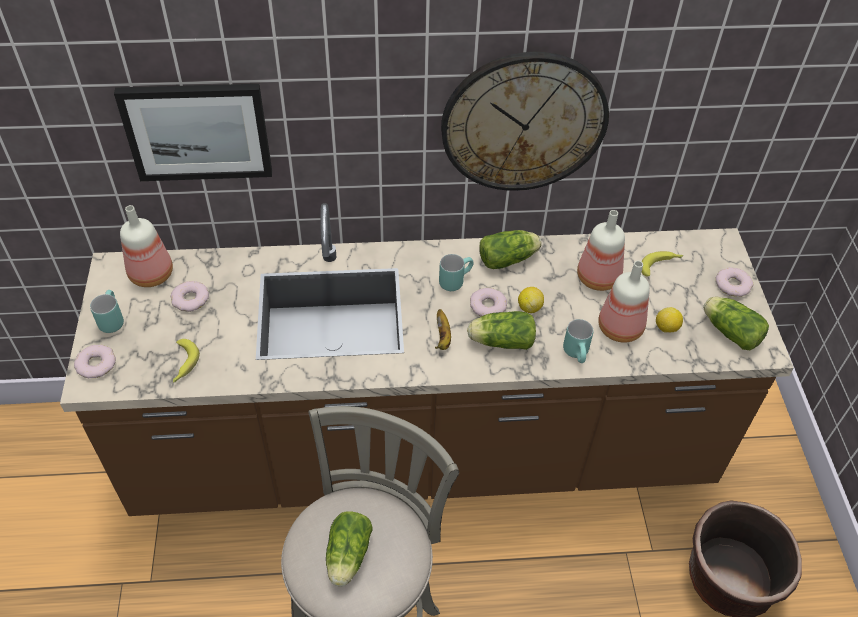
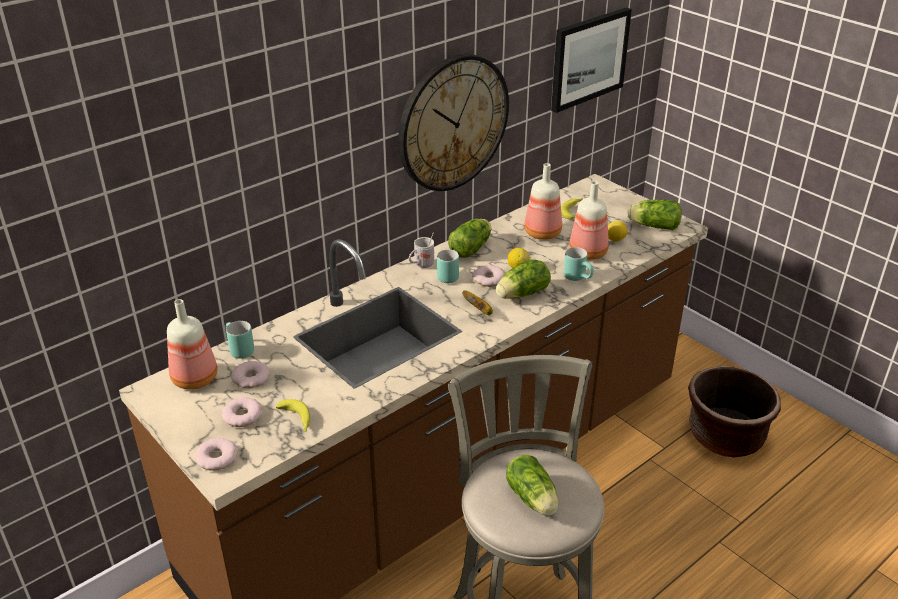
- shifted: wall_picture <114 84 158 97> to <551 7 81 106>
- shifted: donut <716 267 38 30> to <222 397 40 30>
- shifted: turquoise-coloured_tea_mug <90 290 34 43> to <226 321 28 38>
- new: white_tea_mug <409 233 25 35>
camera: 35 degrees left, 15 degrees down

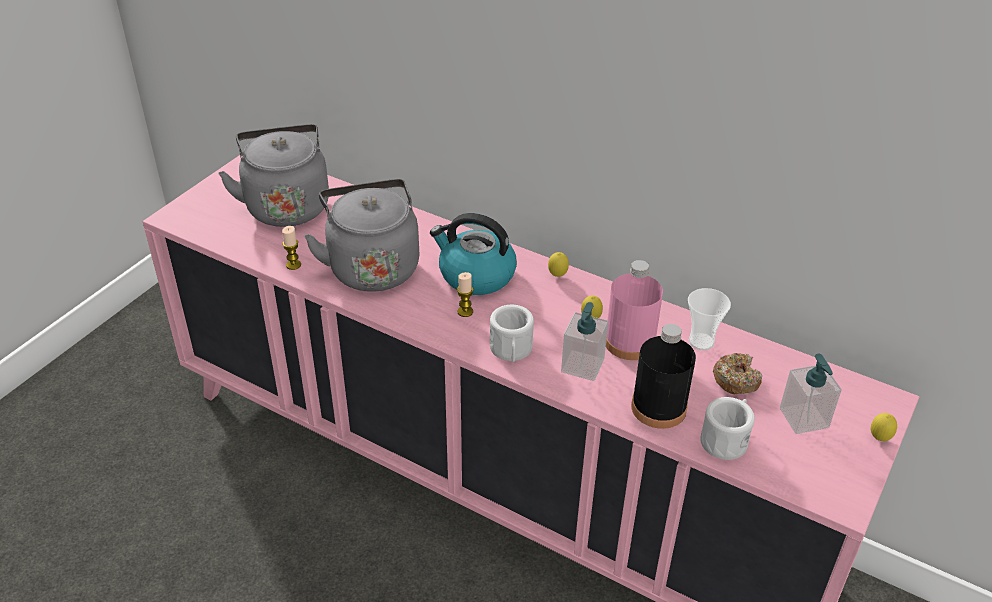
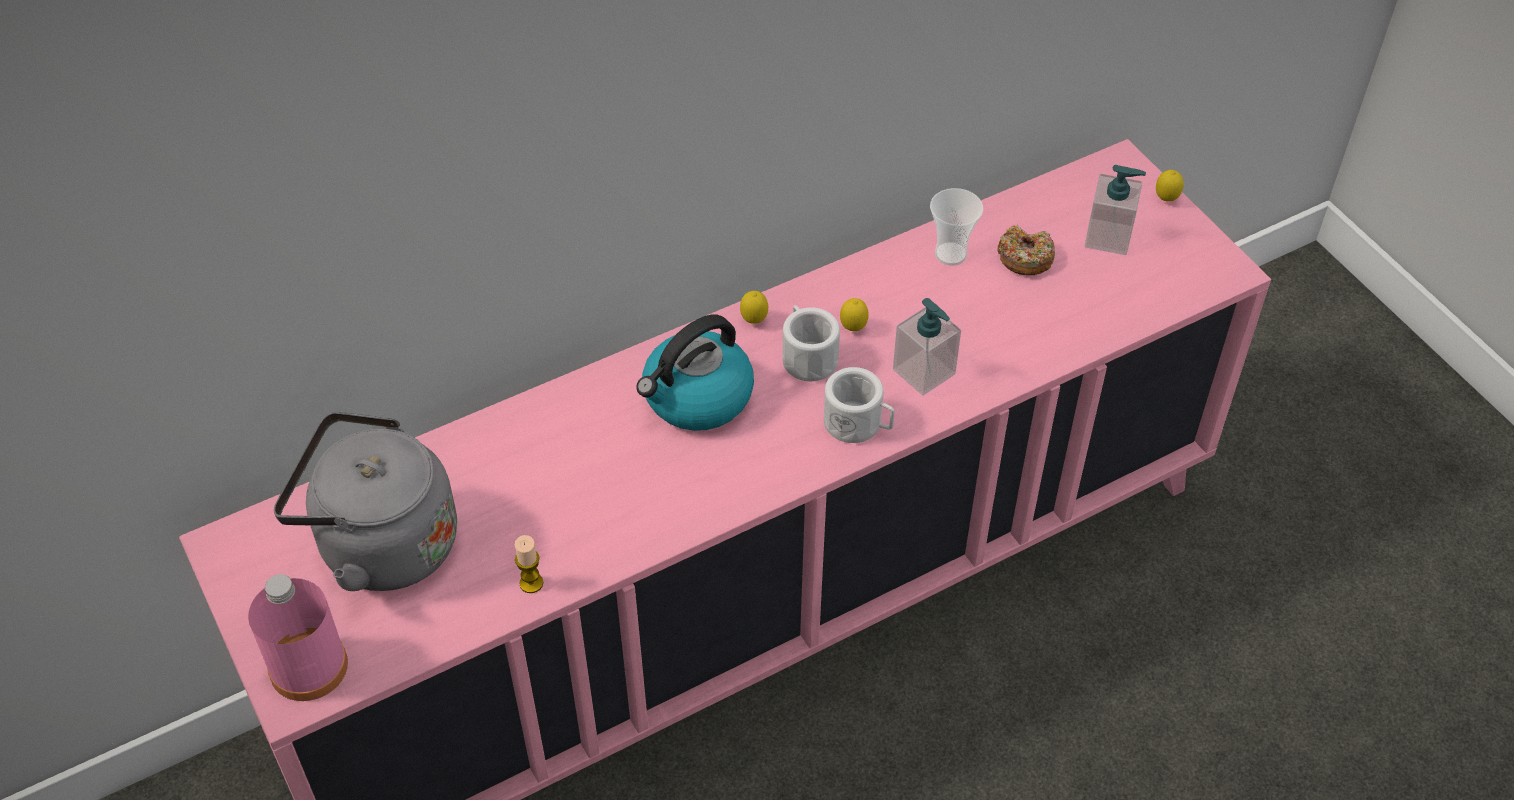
- gone: greyish_tea_kettle <304 179 115 113>
- shifted: pinkish_beverage_bottle <606 260 57 100> to <248 574 100 127>
- gone: wax_candle <457 272 16 45>
- gone: blackish_beverage_bottle <631 324 65 105>
- shifted: white_tea_mug <700 397 55 63> to <782 305 58 76>
camera: 60 degrees left, 10 degrees up

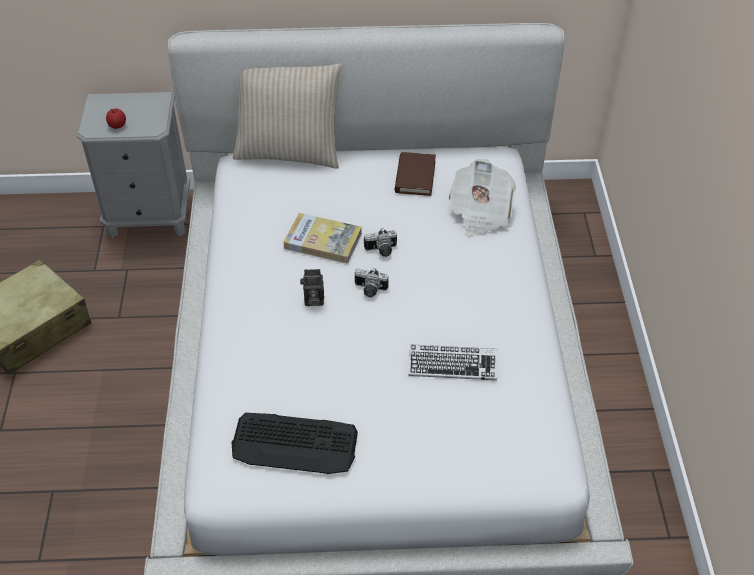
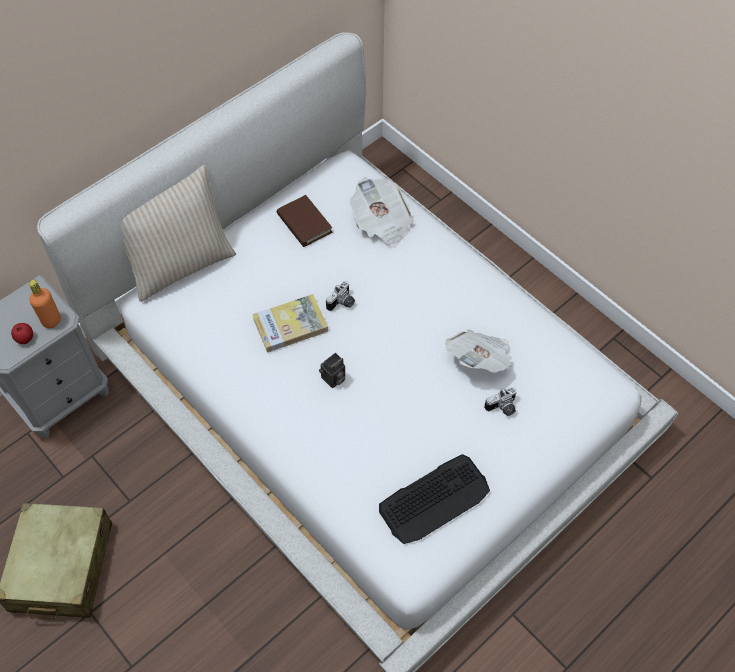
- shifted: still_camera <355 268 34 29> to <484 387 33 29>
- swapped: computer_keyboard <409 344 89 36> to newspaper <445 329 67 44>
- new: orangey_beverage_bottle <29 280 32 48>
camera: 40 degrees left, 10 degrees up

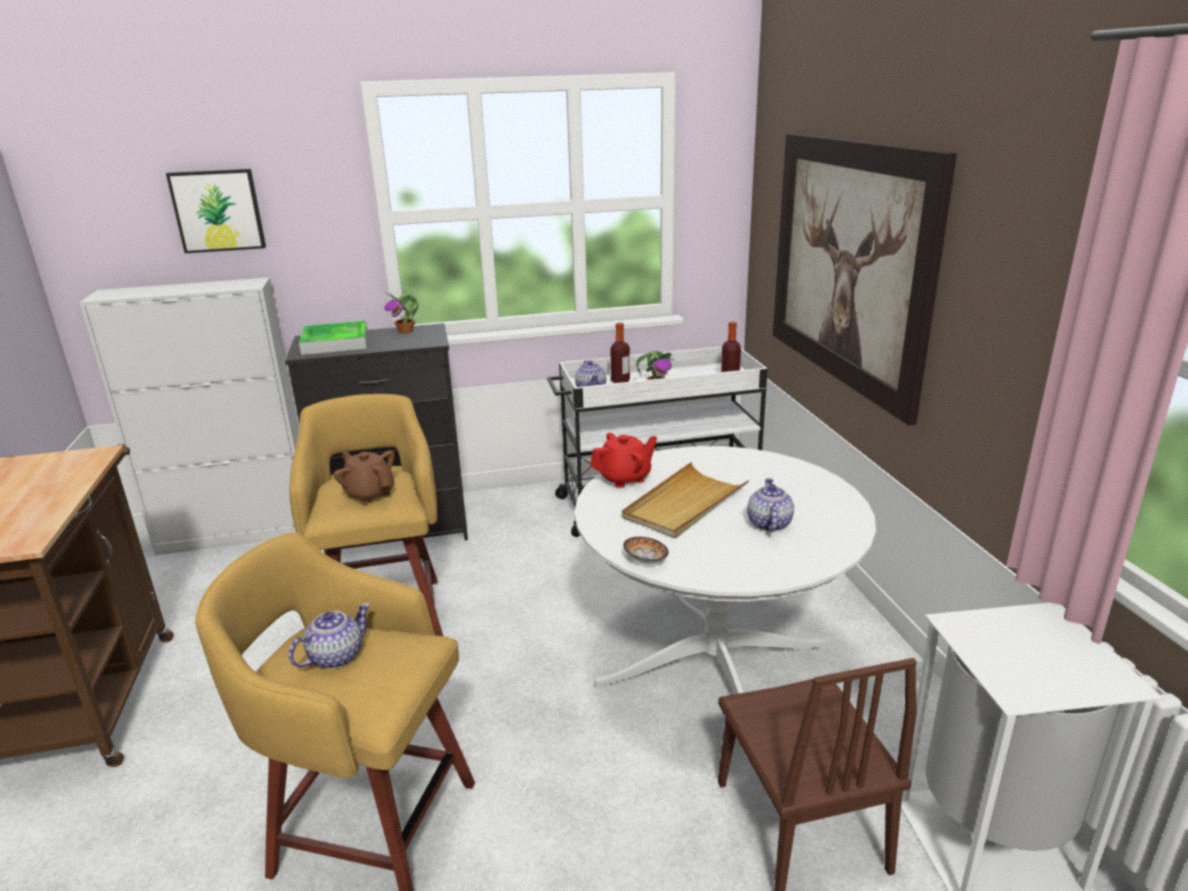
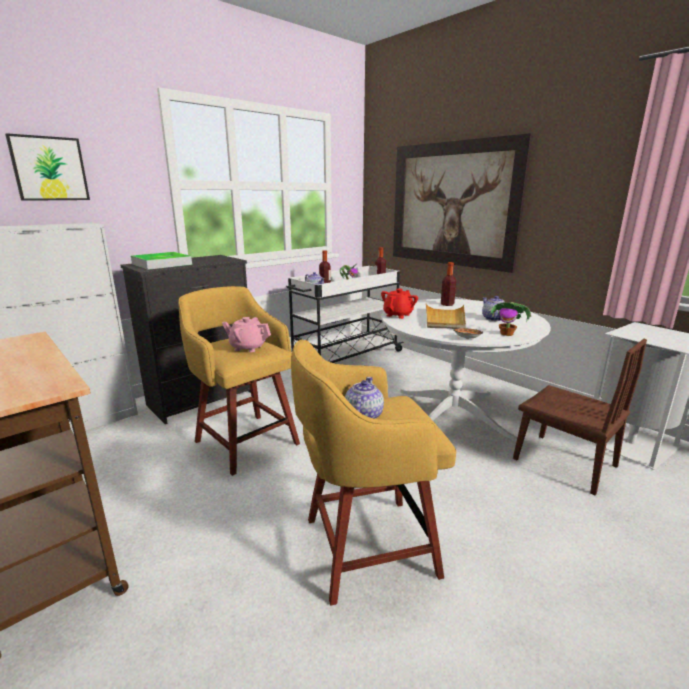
- shifted: houseplant <384 292 34 41> to <488 302 43 34>
- repainted: brown_teapot <334 450 61 54> to pinkish_teapot <222 317 49 35>
- new: beverage_bottle <441 262 15 44>
camera: 30 degrees left, 5 degrees down

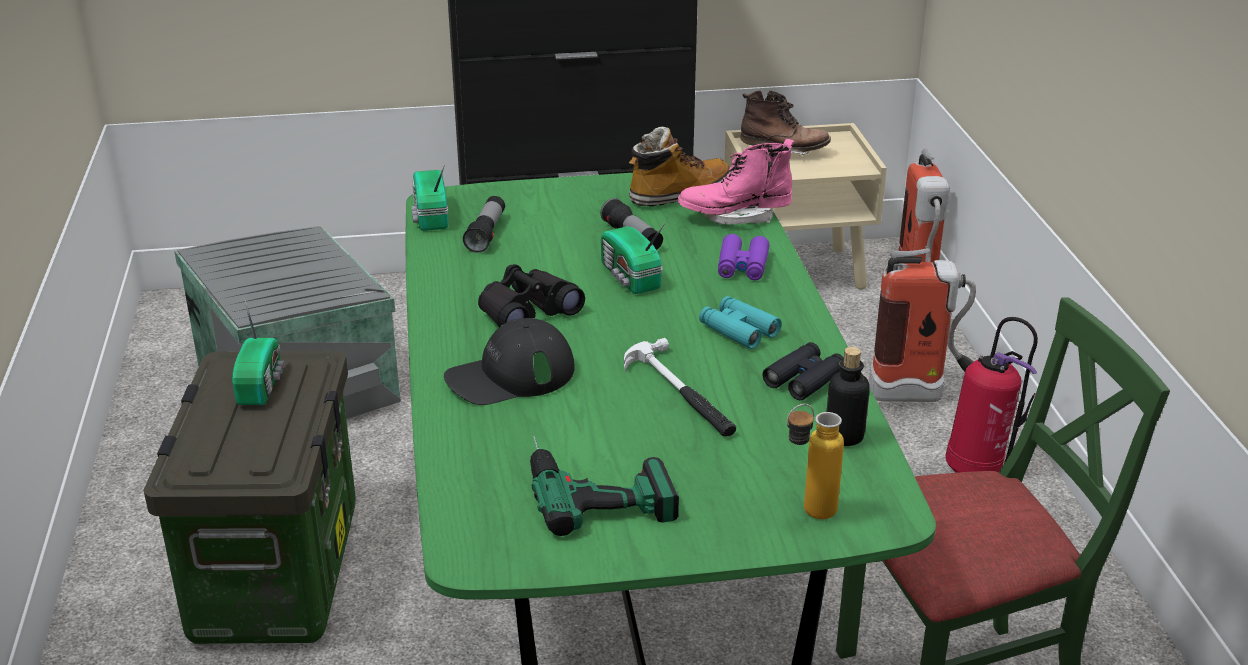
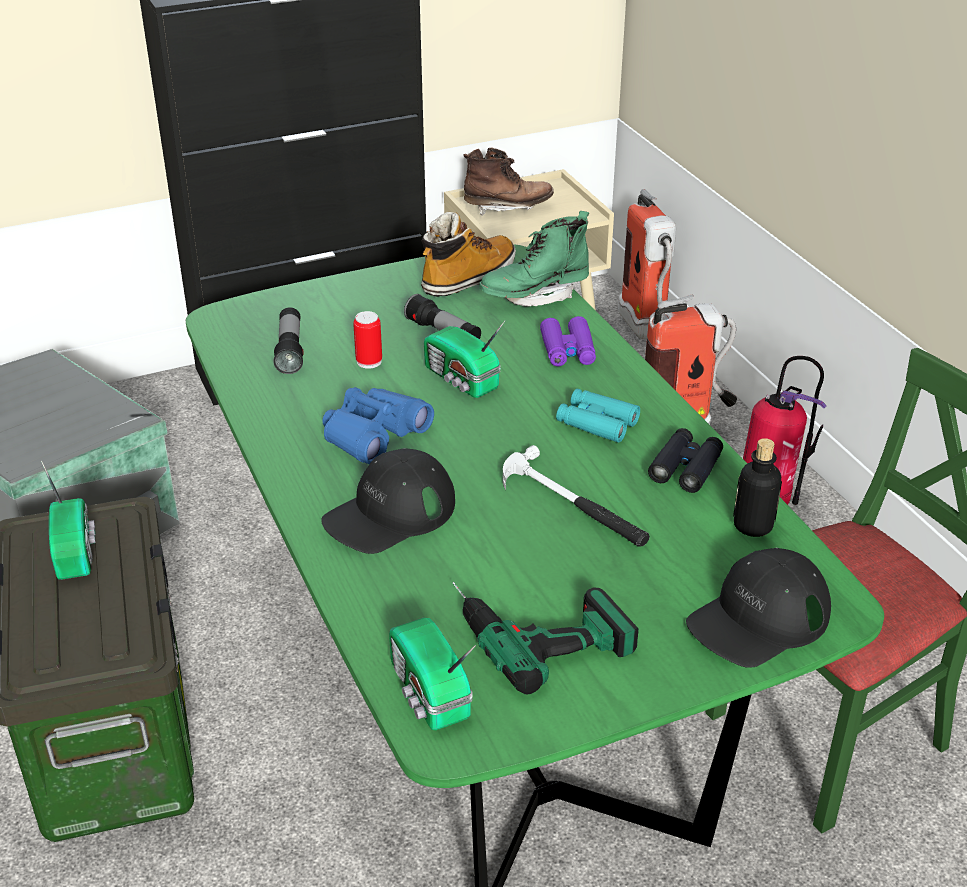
- repainted: pinkish_boot <678 139 117 86> to green-coloured_boot <479 211 110 96>
- shifted: radio_set <411 165 38 66> to <389 618 87 112>
- repainted: blackish_pair_of_binoculars <478 264 107 63> to bluish_pair_of_binoculars <322 387 112 77>
- swapped: beverage_bottle <787 404 57 115> to blackish_baseball_cap <686 548 145 120>
- new: sealed_can <353 311 29 58>
camera: 15 degrees left, 5 degrees up

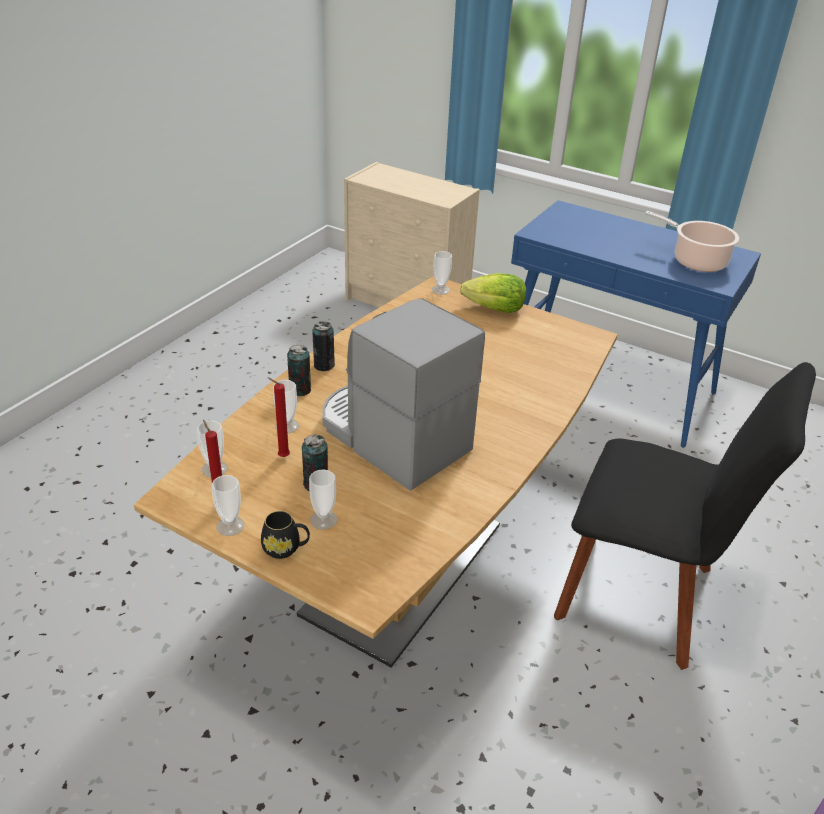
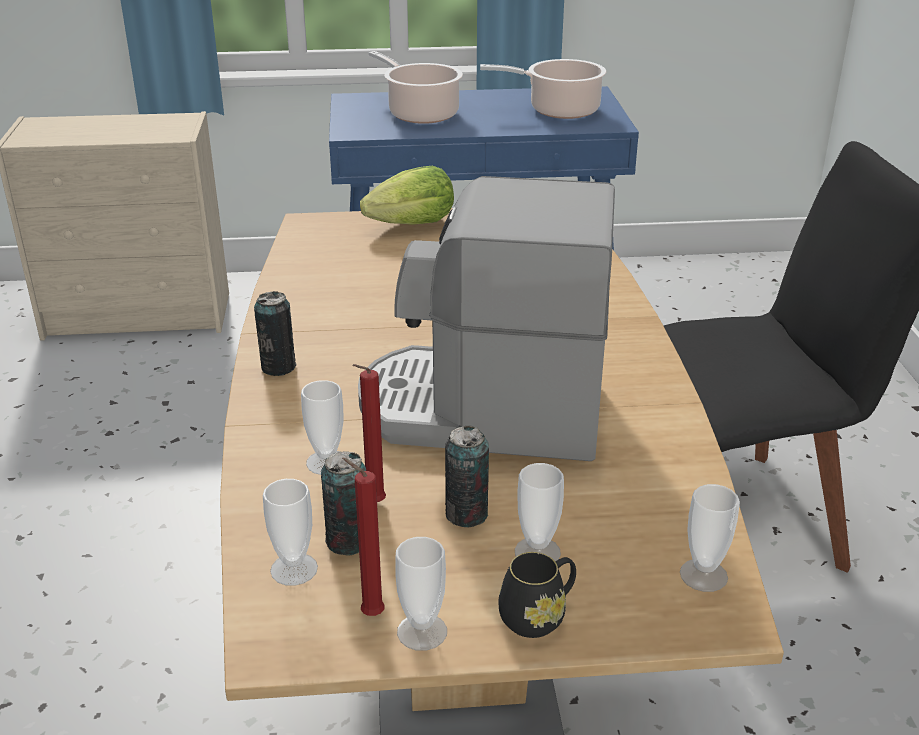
- shifted: drinking_cup <432 251 20 43> to <680 484 60 108>
- shifted: sealed_can <287 345 24 51> to <321 451 45 105>
- new: stockpot <369 51 94 73>
camera: 35 degrees left, 5 degrees down

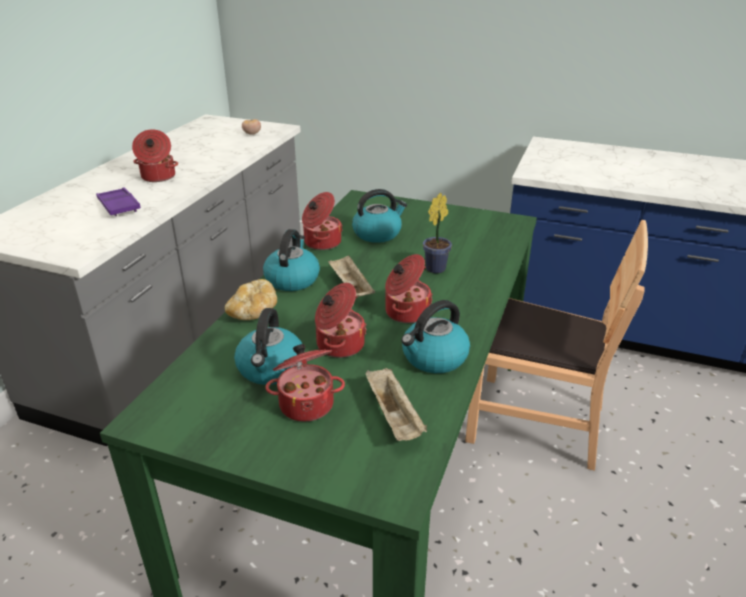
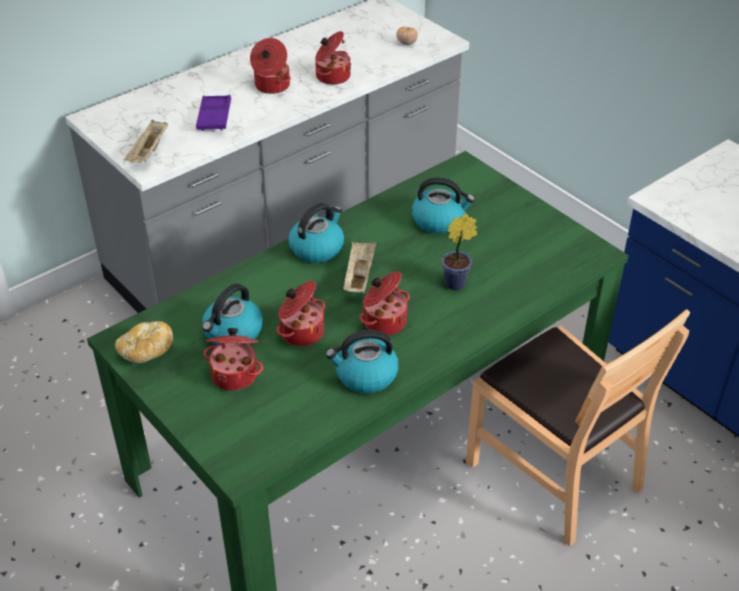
- shifted: stockpot <302 192 41 58> to <315 31 36 54>
- shifted: baked_bread <225 279 52 41> to <115 321 58 42>
- shifted: beige_serving_tray <366 368 61 73> to <124 120 44 43>
camera: 30 degrees right, 10 degrees up

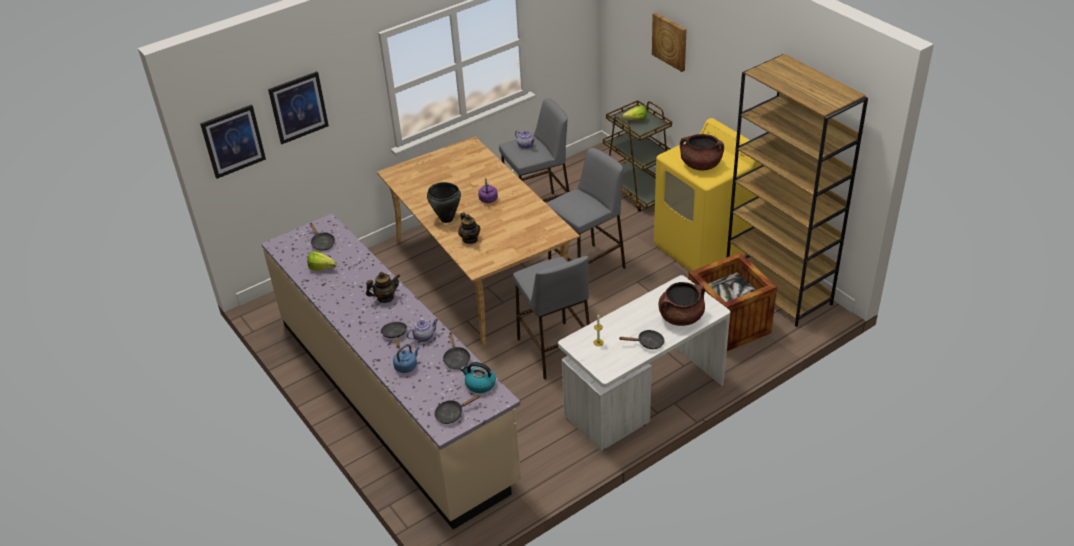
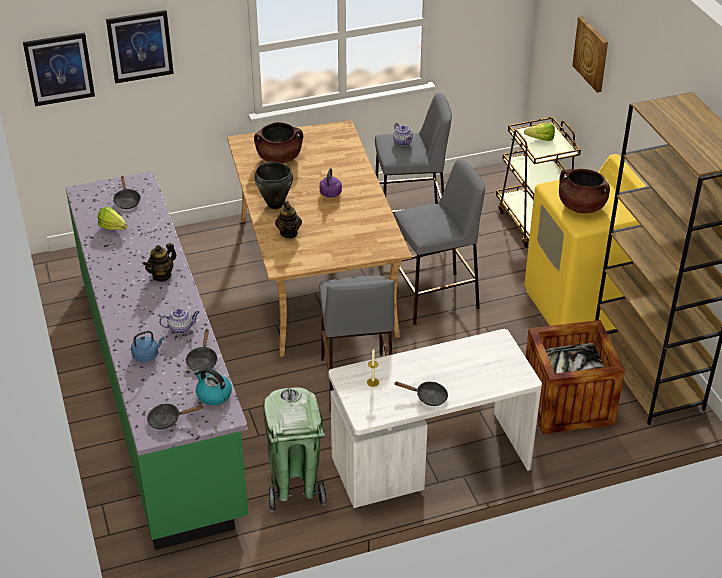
- repainted: beige_counter <261 213 260 317> to green-coloured_counter <65 171 183 379>
- rotated: teapot <366 272 34 31> = <143 243 33 39> 135 degrees clockwise
- shifted: brown_stockpot <658 282 47 44> to <254 122 49 41>
- gone: blackish_skillet <381 322 26 26>
- new: green-coloured_rubbish_bin <263 387 63 125>
camera: 15 degrees right, 0 degrees up

